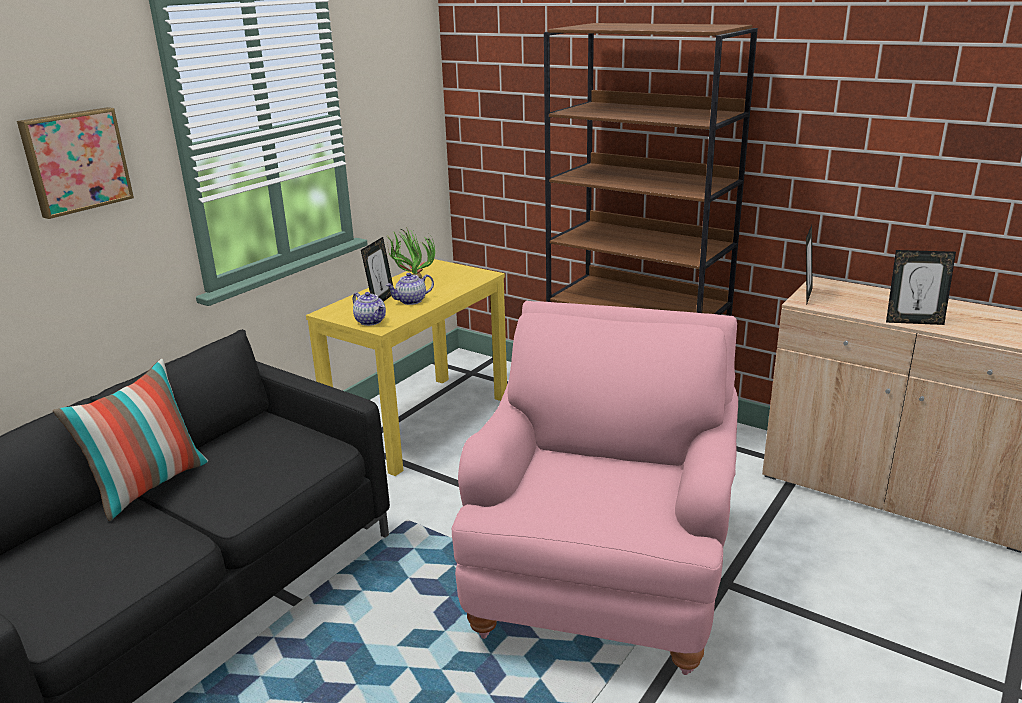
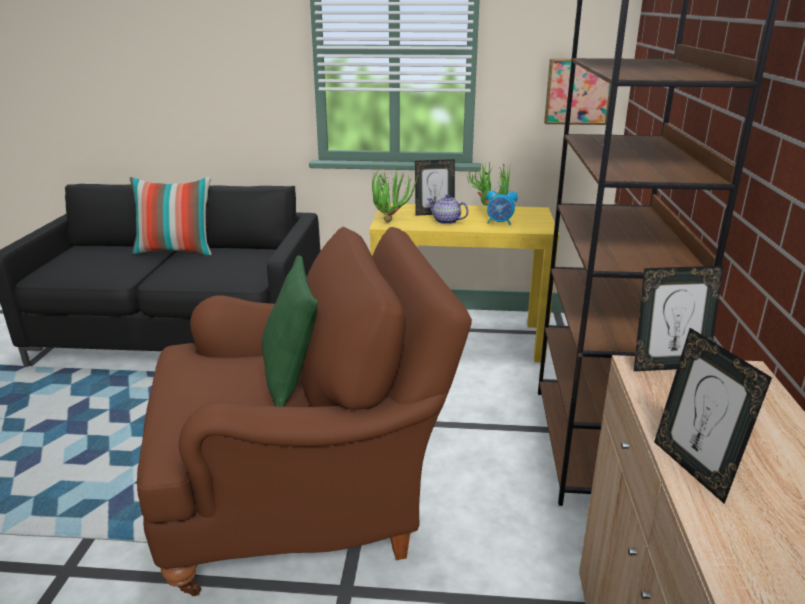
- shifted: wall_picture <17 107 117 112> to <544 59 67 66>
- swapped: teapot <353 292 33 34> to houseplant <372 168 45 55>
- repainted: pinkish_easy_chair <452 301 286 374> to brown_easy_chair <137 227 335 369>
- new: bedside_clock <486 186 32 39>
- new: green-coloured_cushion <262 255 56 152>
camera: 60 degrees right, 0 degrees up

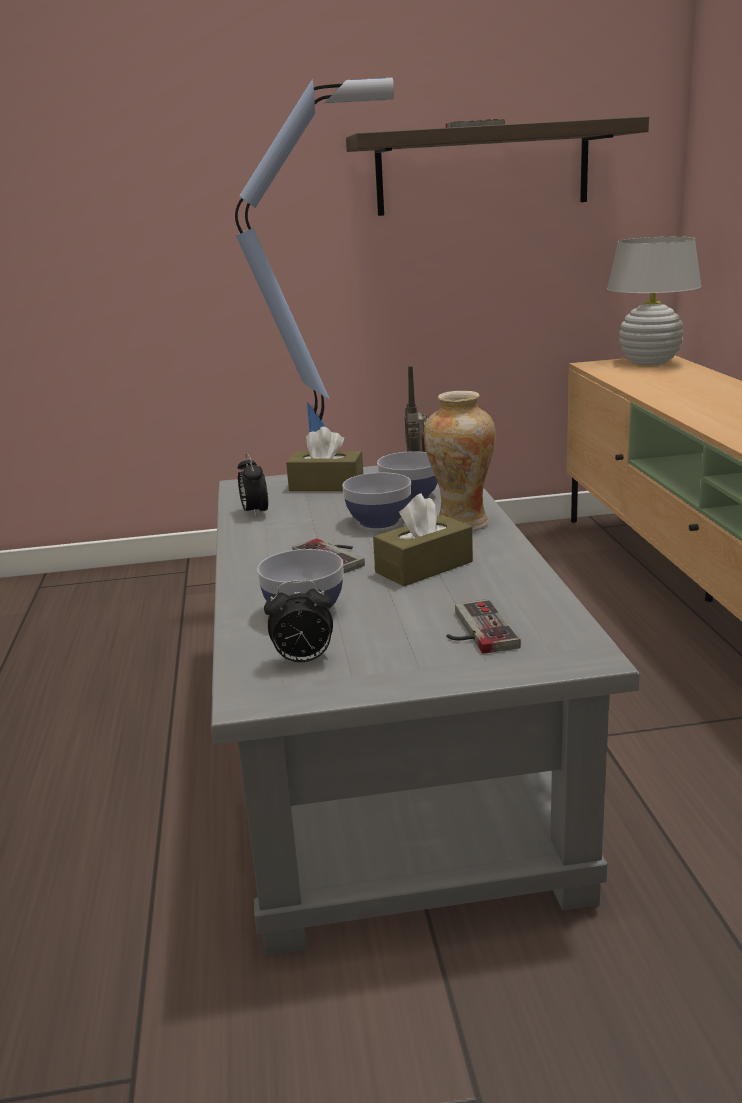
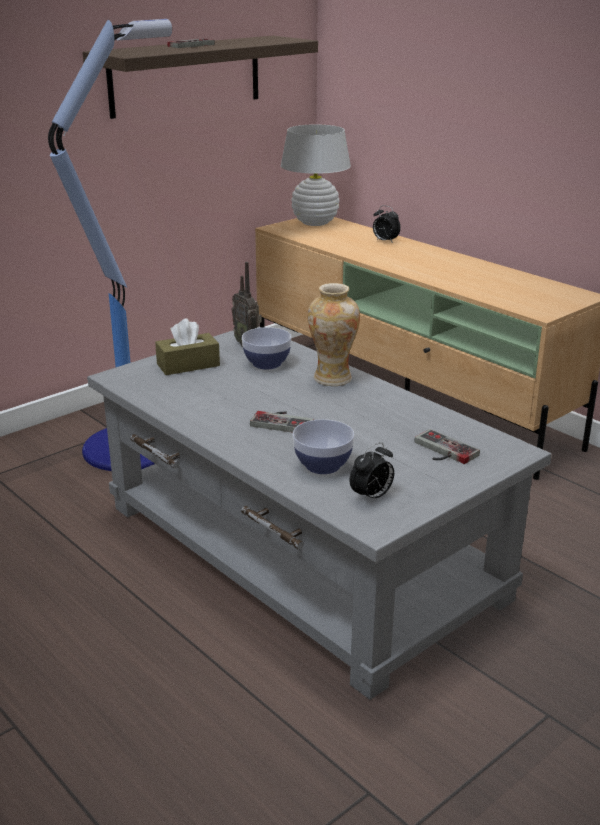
- shifted: bedside_clock <238 453 30 65> to <373 205 28 38>
- gone: serving_bowl <342 473 69 55>
- gone: brown_tissue_holder <373 494 100 92>
camera: 35 degrees left, 5 degrees up

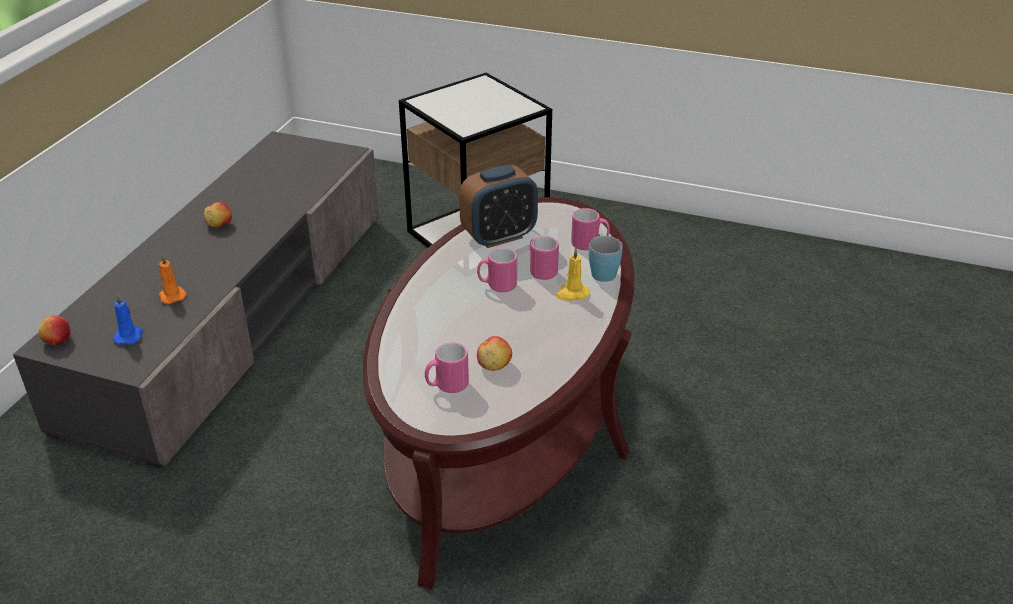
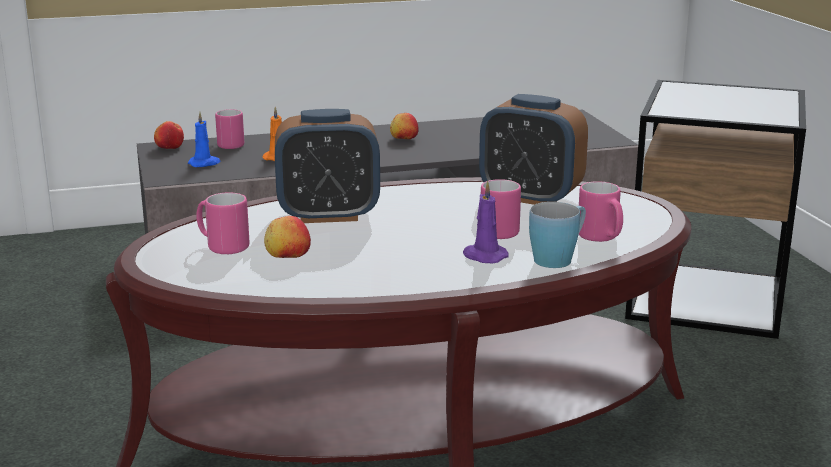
- shifted: pinkish_tea_mug <477 248 40 44> to <215 109 29 40>
- repainted: yellow_wax_candle <556 248 33 53> to purplish_wax_candle <463 181 46 82>
- new: bedside_clock <275 109 105 114>
camera: 55 degrees right, 15 degrees down

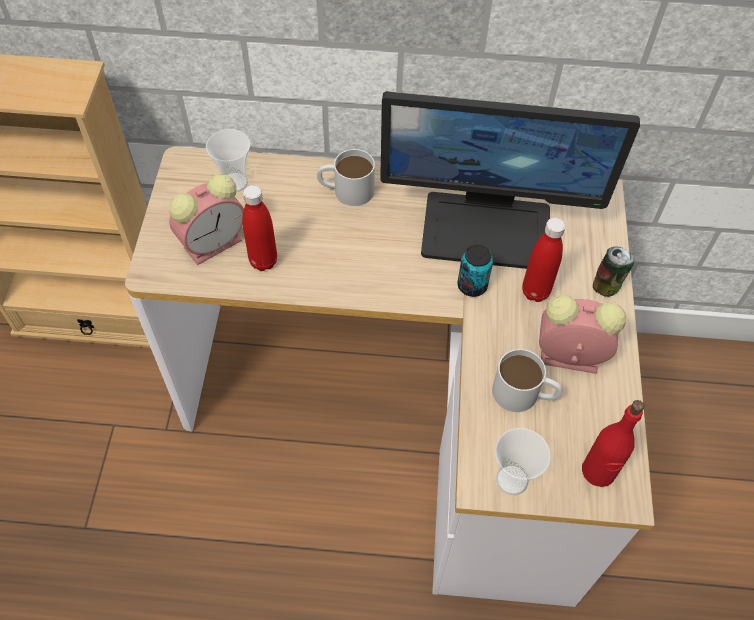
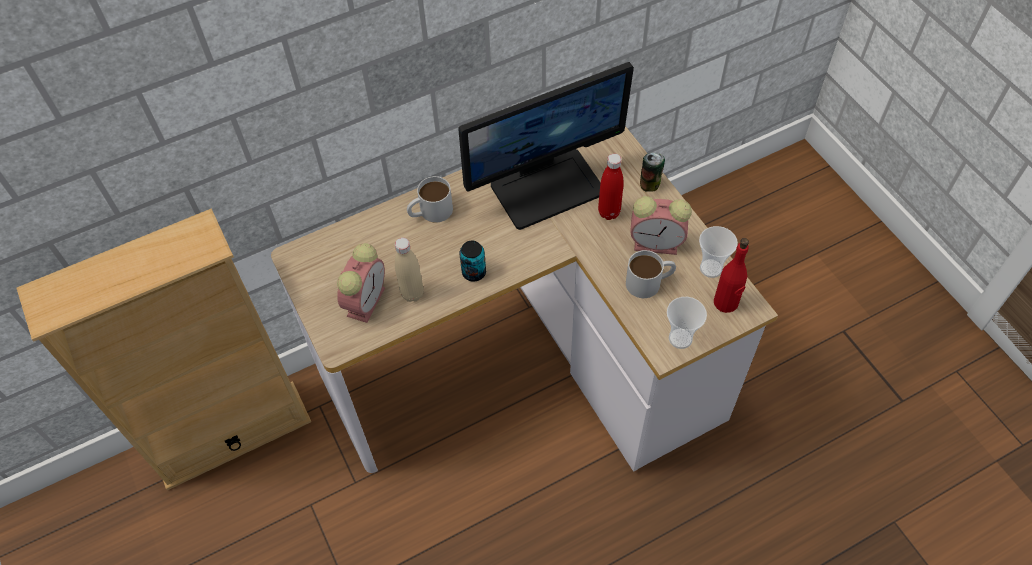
- shifted: drinking_cup <206 129 44 63> to <699 226 39 52>
- repainted: red-coloured_beverage_bottle <242 185 35 86> to beige_beverage_bottle <395 238 29 64>
- shifted: sealed_can <457 245 36 52> to <459 241 27 41>
- rotated: bedside_clock <539 295 88 79> = <631 196 61 59> 150 degrees counterclockwise
camera: 30 degrees left, 0 degrees up

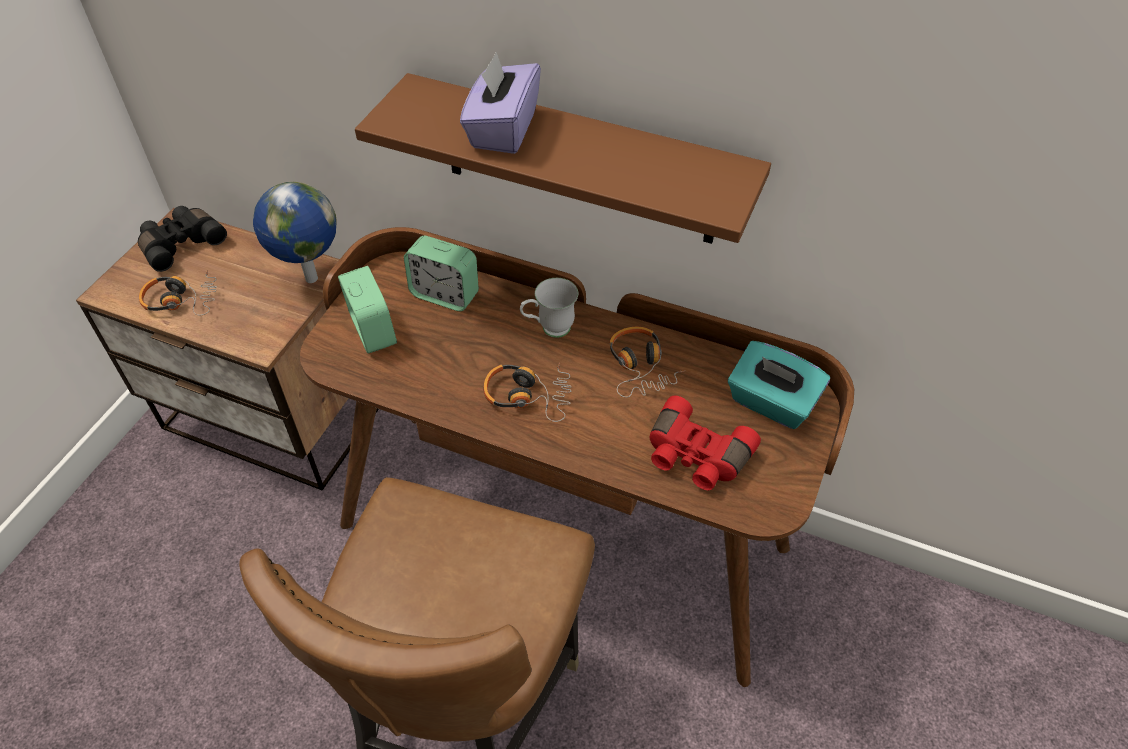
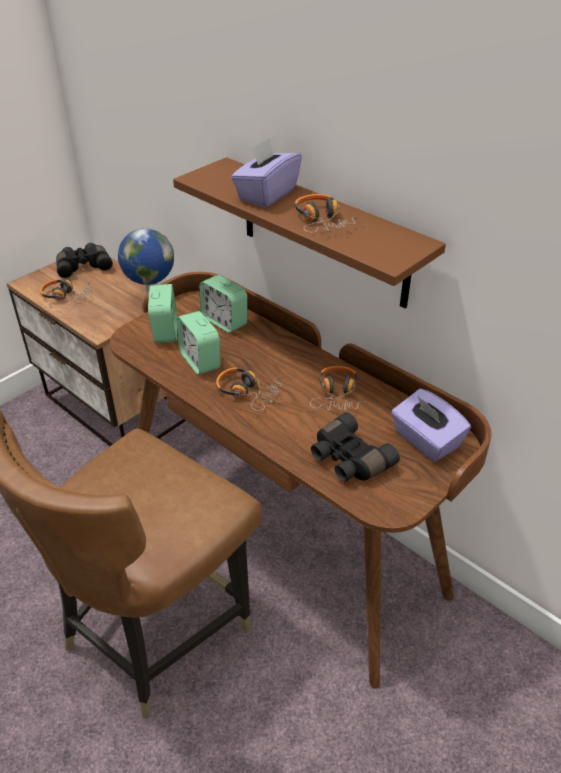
- gone: white_tea_mug <520 278 58 60>
- repainted: turquoise-coloured_tissue_holder <728 341 102 88> to purplish_tissue_holder <391 389 80 73>
- repainted: red-coloured_pair_of_binoculars <650 396 111 94> to blackish_pair_of_binoculars <311 412 89 70>
- new: headset <294 194 67 39>
- new: bedside_clock <177 311 43 64>
camera: 20 degrees right, 10 degrees down

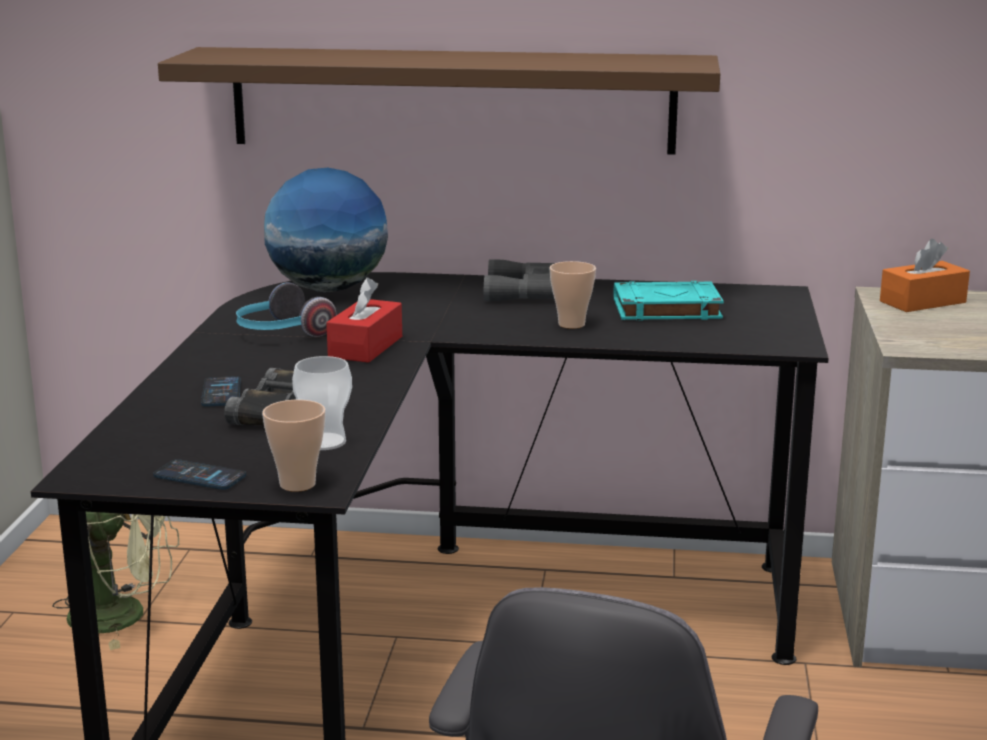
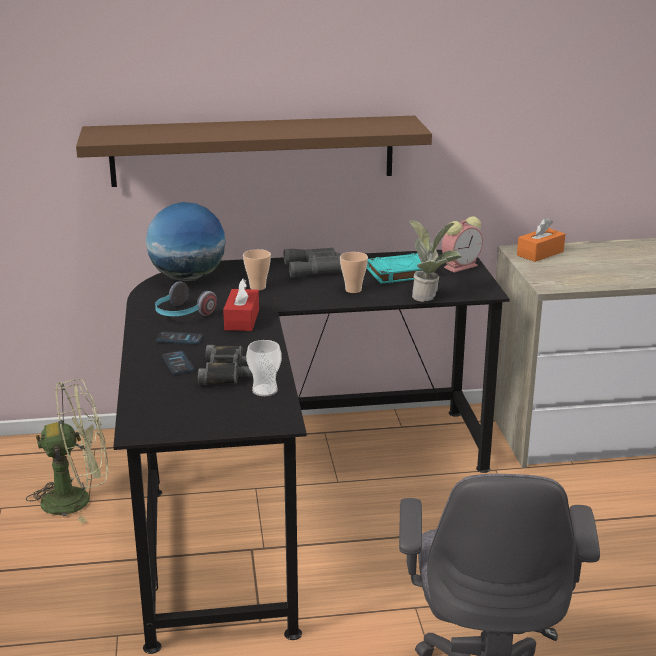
- shifted: drinking_cup <262 400 64 92> to <243 249 28 41>
- shifted: handset <153 459 93 31> to <156 332 47 12>
- new: bedside_clock <442 216 41 57>
- new: houseplant <409 220 52 82>
camera: 15 degrees left, 5 degrees up

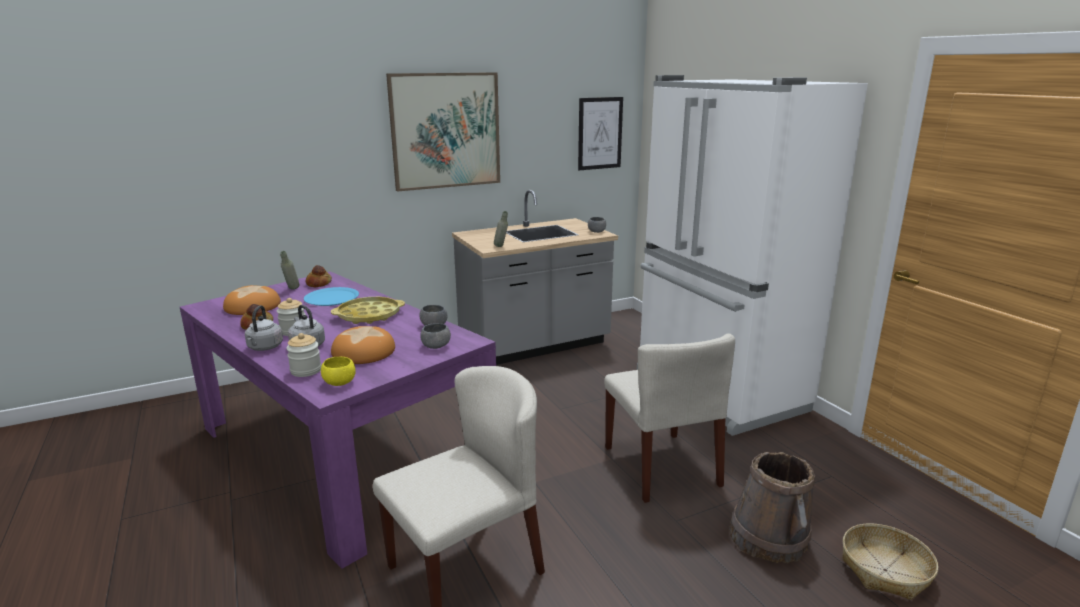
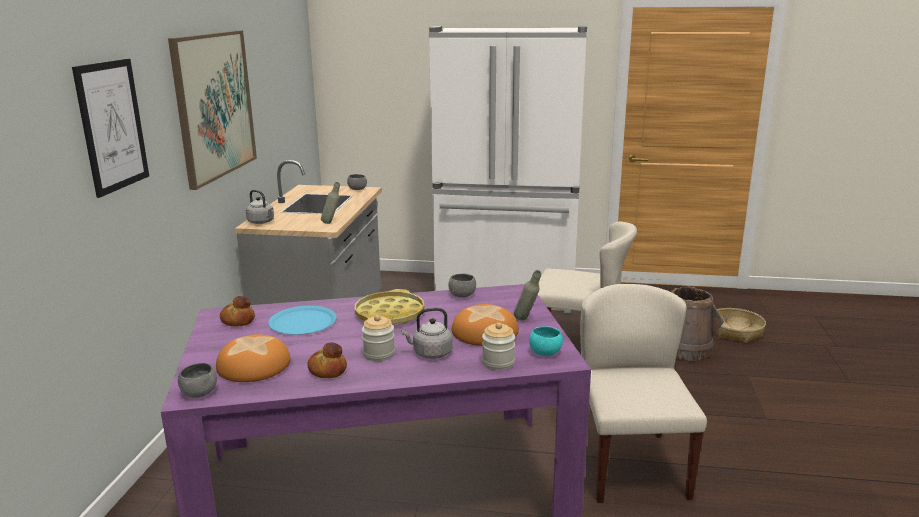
- shifted: wall_picture <578 97 45 73> to <72 59 77 139>
- shifted: greyish_beverage_bottle <280 251 20 39> to <514 270 27 50>
- shifted: greyish_tea_kettle <245 305 38 46> to <246 190 28 34>
- shifted: greyish_serving_bowl <420 323 31 26> to <178 363 39 35>
- repainted: yellow_serving_bowl <321 357 35 29> to turquoise-coloured_serving_bowl <529 326 34 30>
camera: 55 degrees left, 0 degrees up

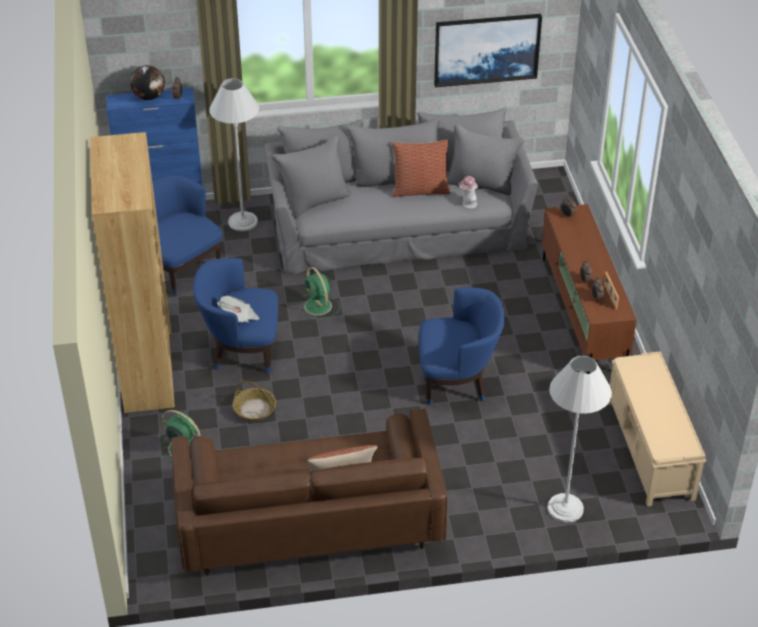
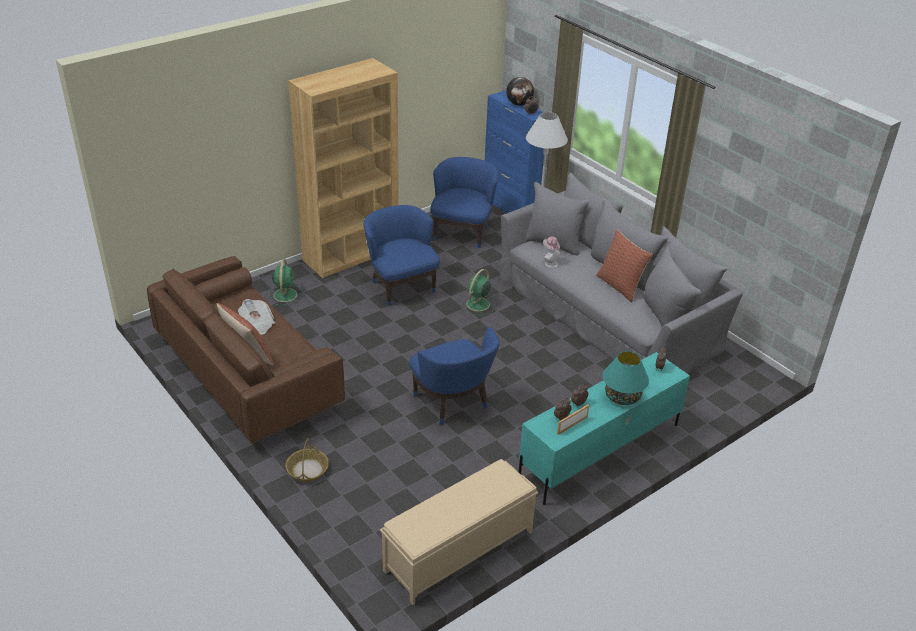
- gone: wall_picture <434 14 108 73>
- shifted: clothing_hat <458 176 20 33> to <543 237 17 31>
- repainted: brown_media_console <542 204 95 170> to turquoise-coloured_media_console <519 352 171 153>
- shifted: newspaper <217 296 42 27> to <238 299 37 36>
- gone: white_standing_lamp <547 355 65 168>
- shifted: storage_basket <233 381 43 40> to <285 438 44 44>
- new: turquoise-coloured_tabletop_lamp <603 351 46 54>
camera: 60 degrees right, 5 degrees down

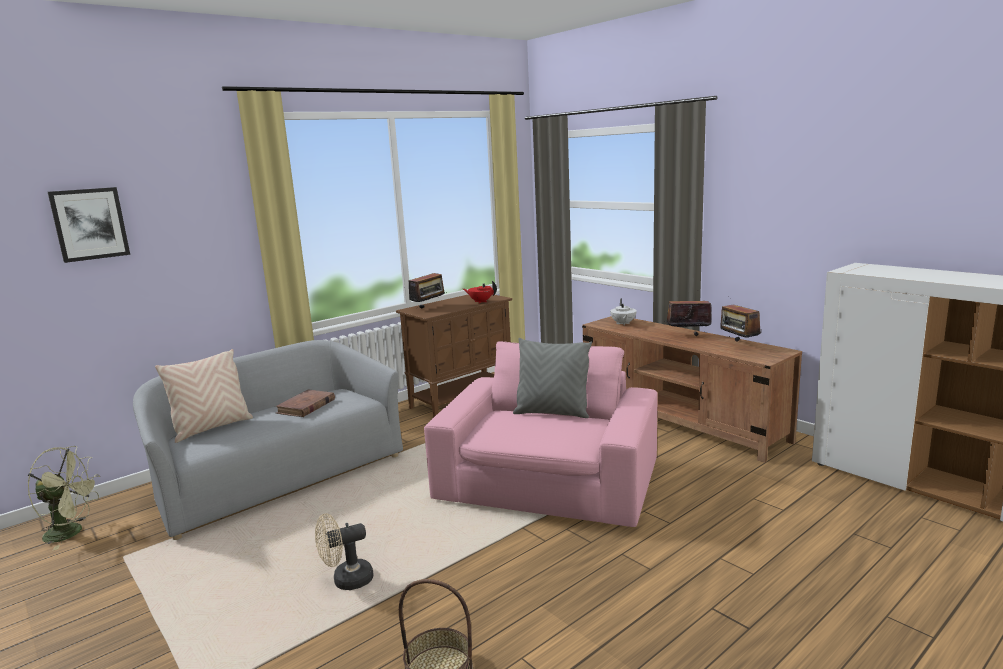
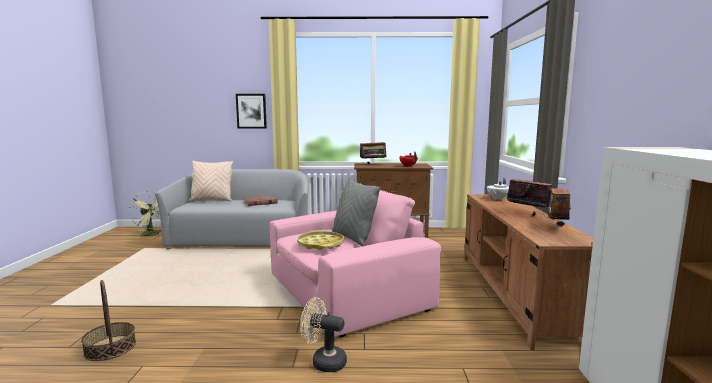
- shifted: wall_picture <48 187 82 76> to <236 94 31 34>
- shifted: beige_cooling_fan <315 513 58 77> to <300 297 47 75>
- new: yellow_serving_tray <297 230 47 20>
camera: 40 degrees right, 5 degrees down

